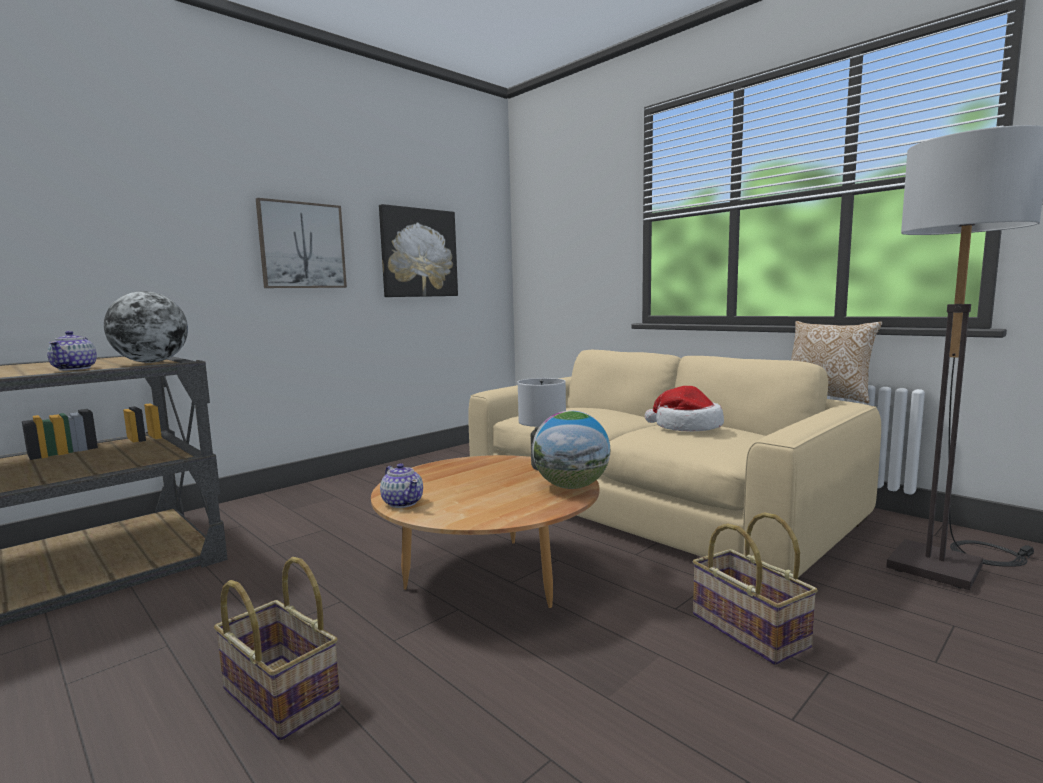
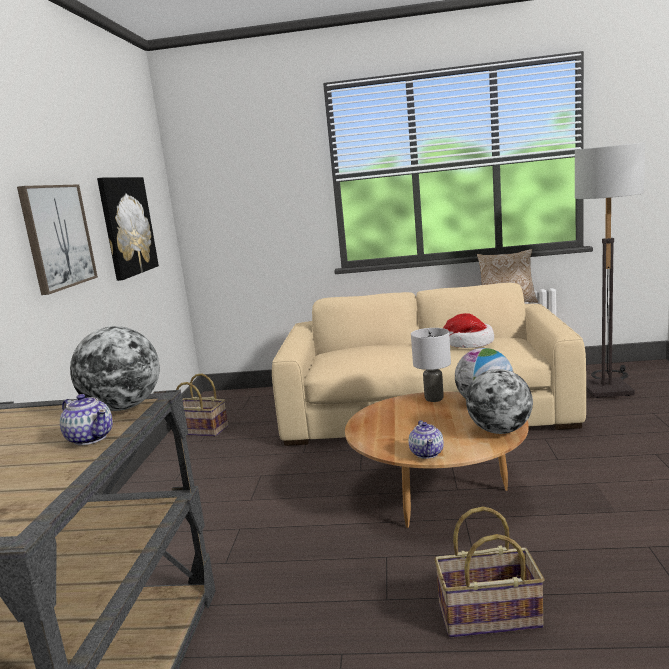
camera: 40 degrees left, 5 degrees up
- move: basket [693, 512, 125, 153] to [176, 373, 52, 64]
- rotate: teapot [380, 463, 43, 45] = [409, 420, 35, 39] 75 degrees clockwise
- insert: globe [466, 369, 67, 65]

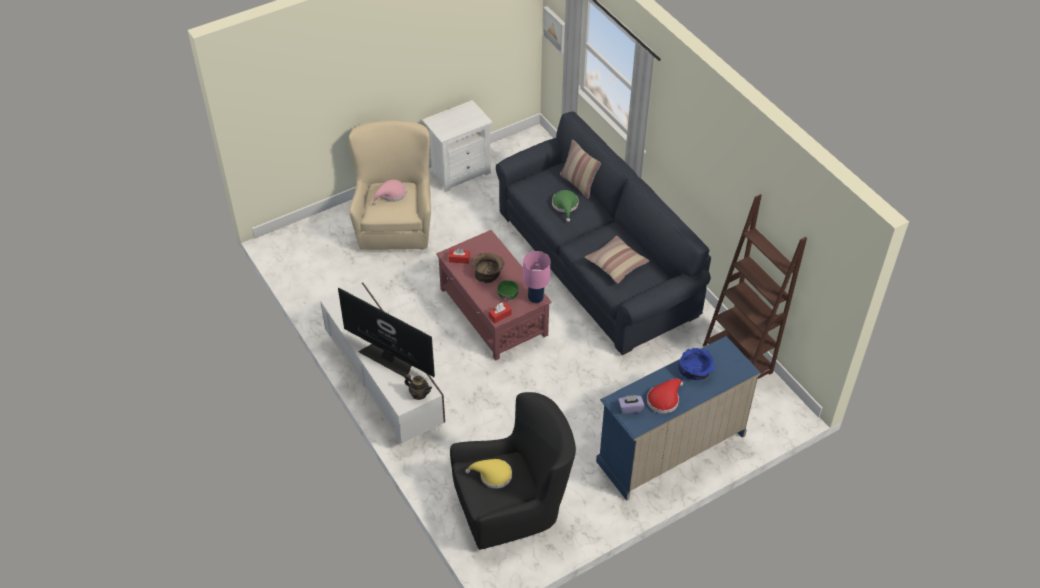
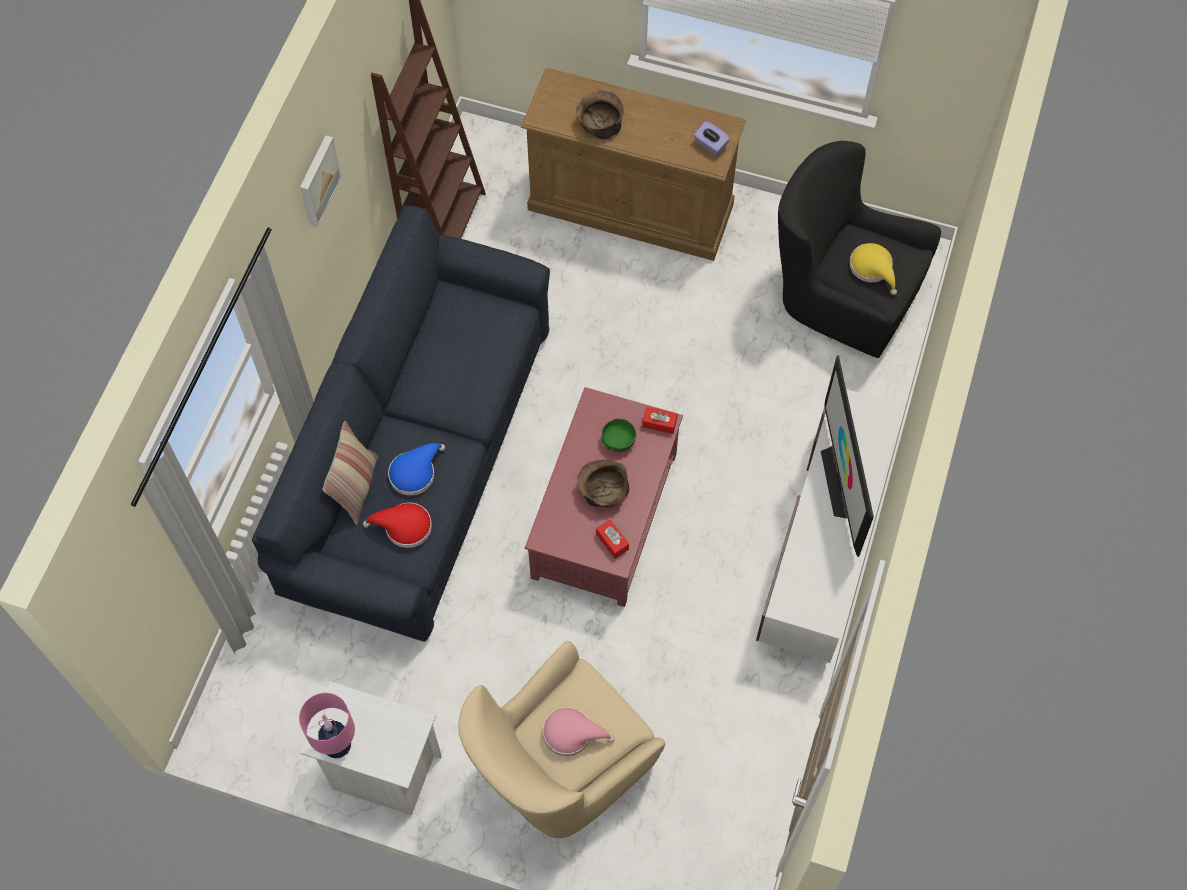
camera: 130 degrees left, 15 degrees up
- move: pink_table_lamp [523, 251, 28, 52] to [299, 693, 56, 65]
- move: picture [543, 6, 22, 48] to [300, 135, 42, 92]
- move: red_hat [647, 378, 36, 36] to [363, 503, 69, 45]
- recolor: green_hat [552, 190, 27, 32] to blue_hat [388, 443, 57, 53]
- recolor: blue_cabinet [596, 336, 165, 165] to brown_cabinet [521, 68, 225, 193]
- recolor: blue_bowl [679, 348, 36, 32] to brown_bowl [576, 90, 48, 49]
- delete: teapot [405, 374, 27, 26]
- delete: pillow [585, 236, 65, 47]

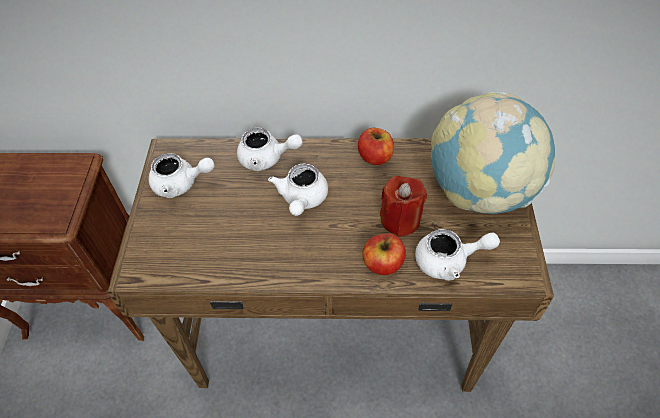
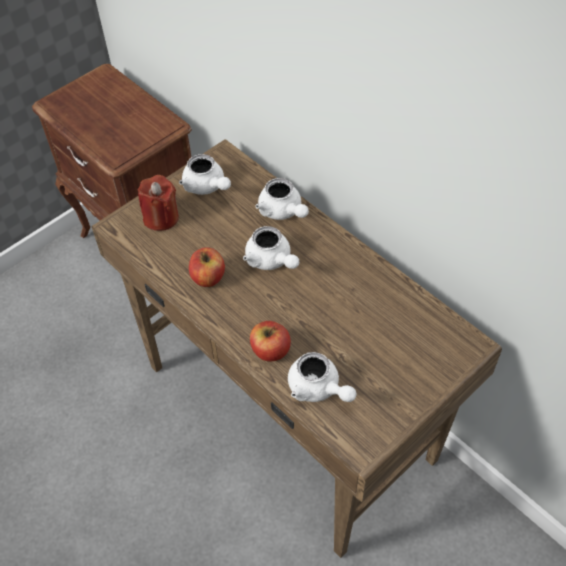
camera: 45 degrees right, 0 degrees up
- move: red_candle [380, 176, 47, 61] to [138, 175, 41, 56]
- move: apple [358, 128, 36, 37] to [189, 247, 36, 40]
- rotate: white_teapot [268, 164, 60, 52] = [243, 226, 56, 44] 90 degrees counterclockwise
- delete: globe [431, 92, 124, 122]

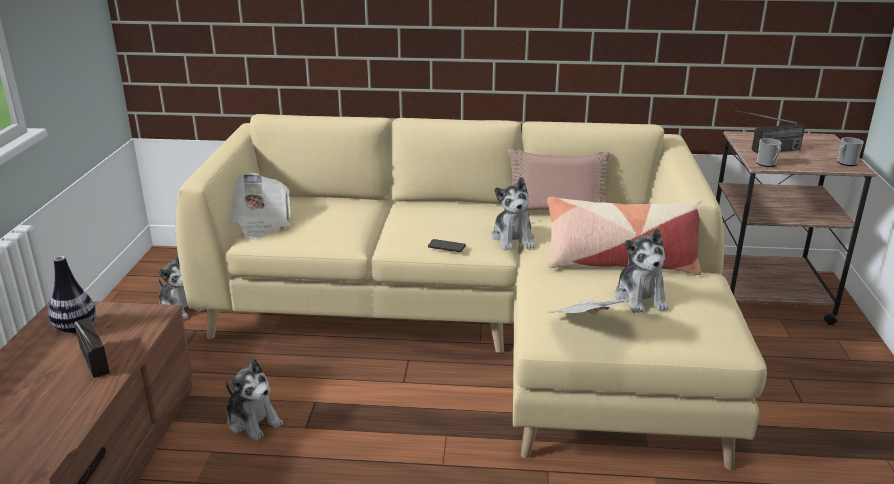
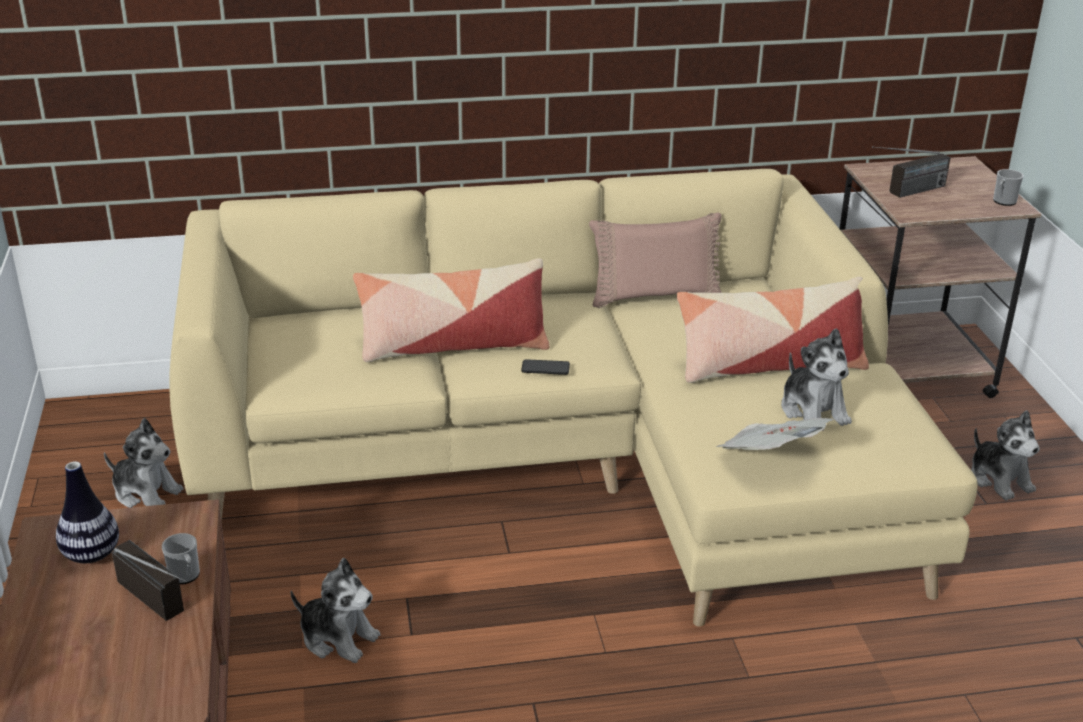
camera: 15 degrees left, 5 degrees up
- move: mug [757, 138, 24, 29] to [162, 533, 38, 51]
- insert: pillow [353, 258, 196, 104]
- move: plush_toy [492, 177, 42, 73] to [971, 410, 69, 91]
- delete: newspaper [230, 173, 61, 67]

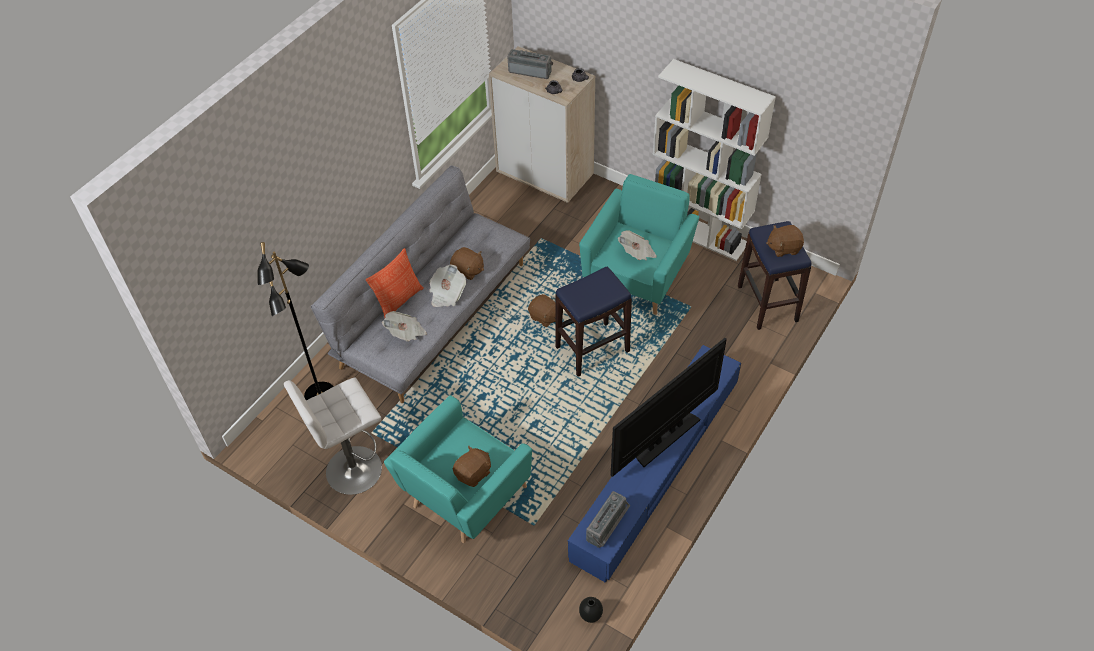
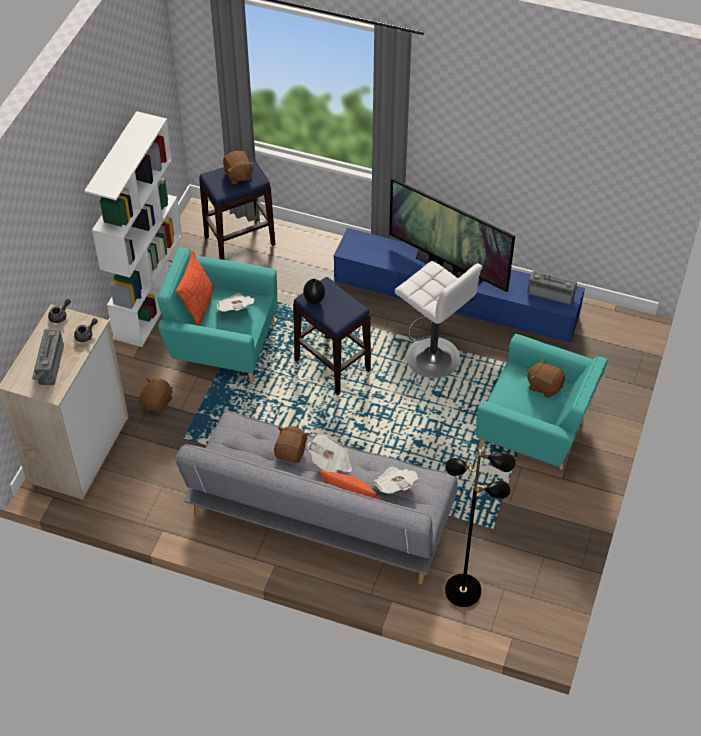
camera: 105 degrees left, 0 degrees up
- move: brown_plush_toy [528, 294, 27, 33] to [139, 378, 34, 35]
- insert: orange_pillow [176, 251, 39, 75]
- move: black_vase [579, 597, 24, 26] to [303, 278, 22, 26]
- move: white_stool [284, 377, 98, 118] to [395, 261, 87, 117]

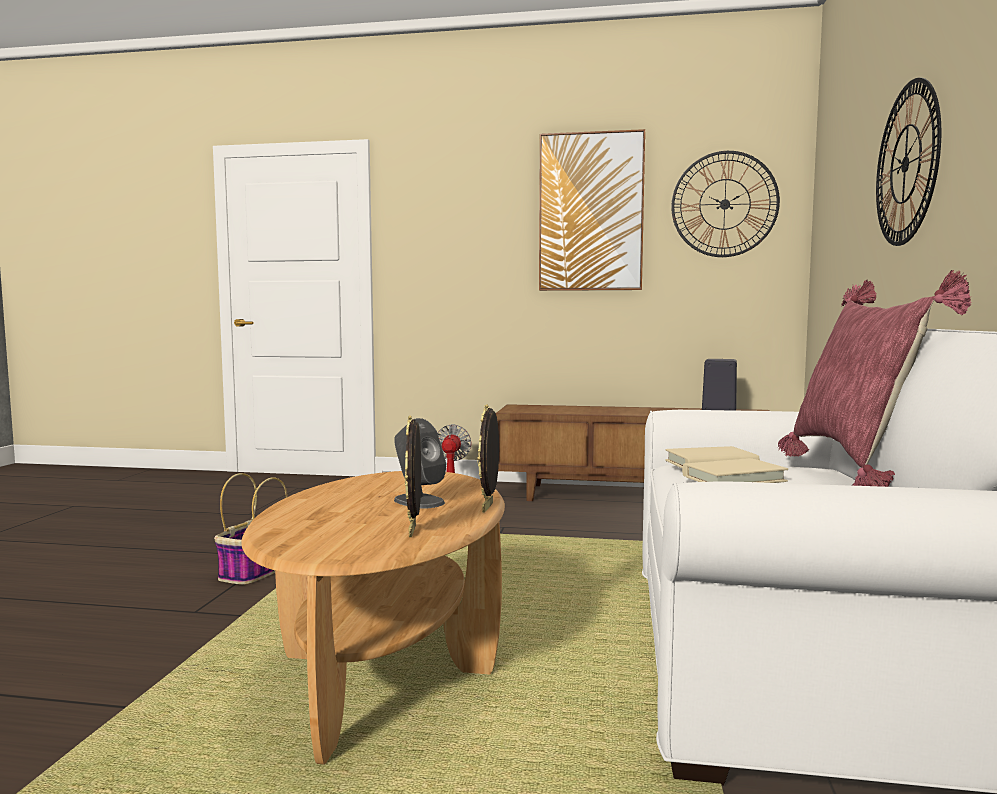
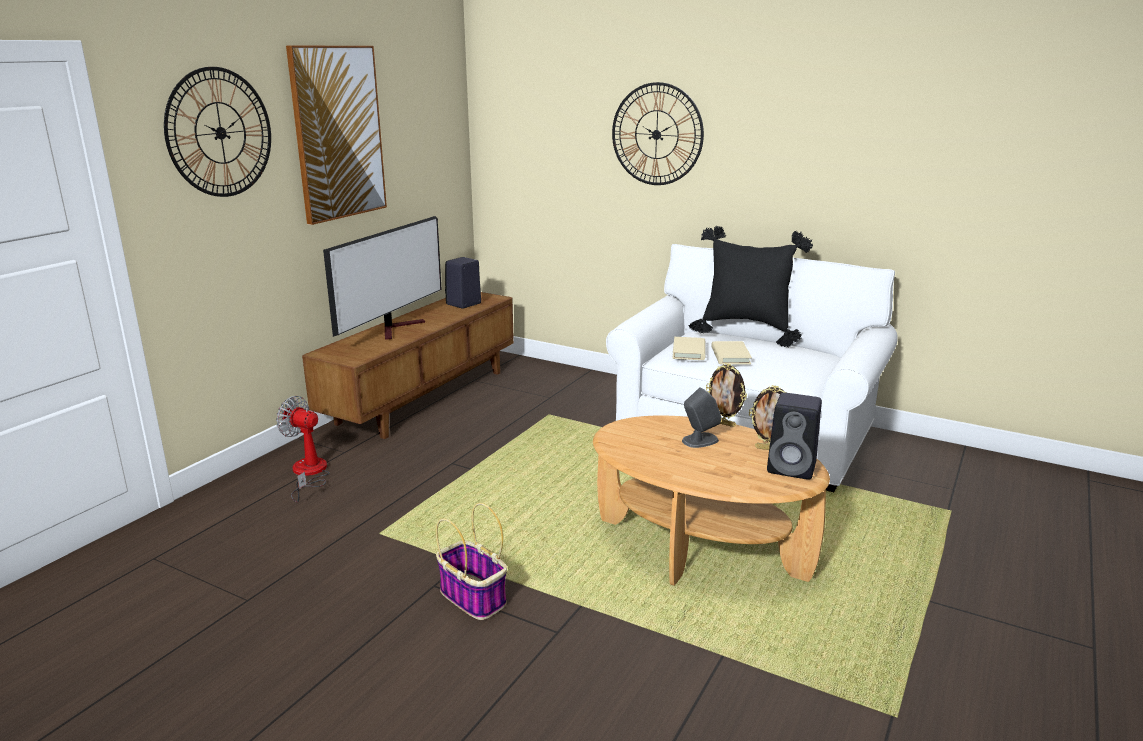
camera: 70 degrees left, 15 degrees up
- move: wall_clock [671, 151, 109, 106] to [164, 67, 107, 130]
- insert: television [323, 216, 119, 124]
- recolor: red_pillow [778, 270, 194, 217] to black_pillow [688, 226, 125, 122]
- insert: black_speaker [767, 392, 55, 88]

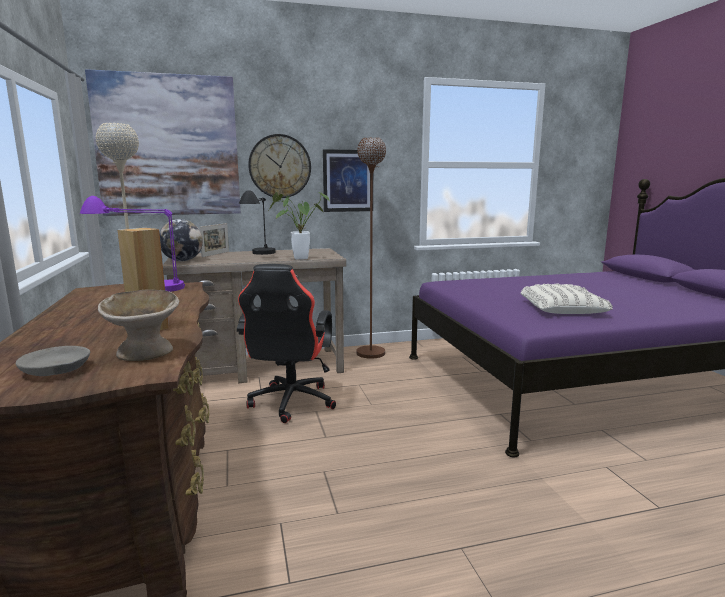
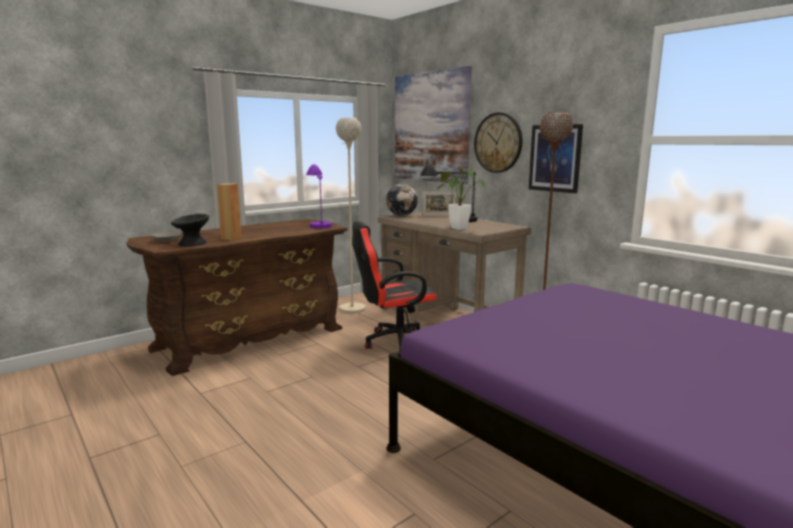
camera: 65 degrees right, 0 degrees up
- recolor: beige_bowl [98, 290, 81, 71] to black_bowl [171, 214, 38, 32]
- delete: beige_pillow [521, 283, 92, 31]

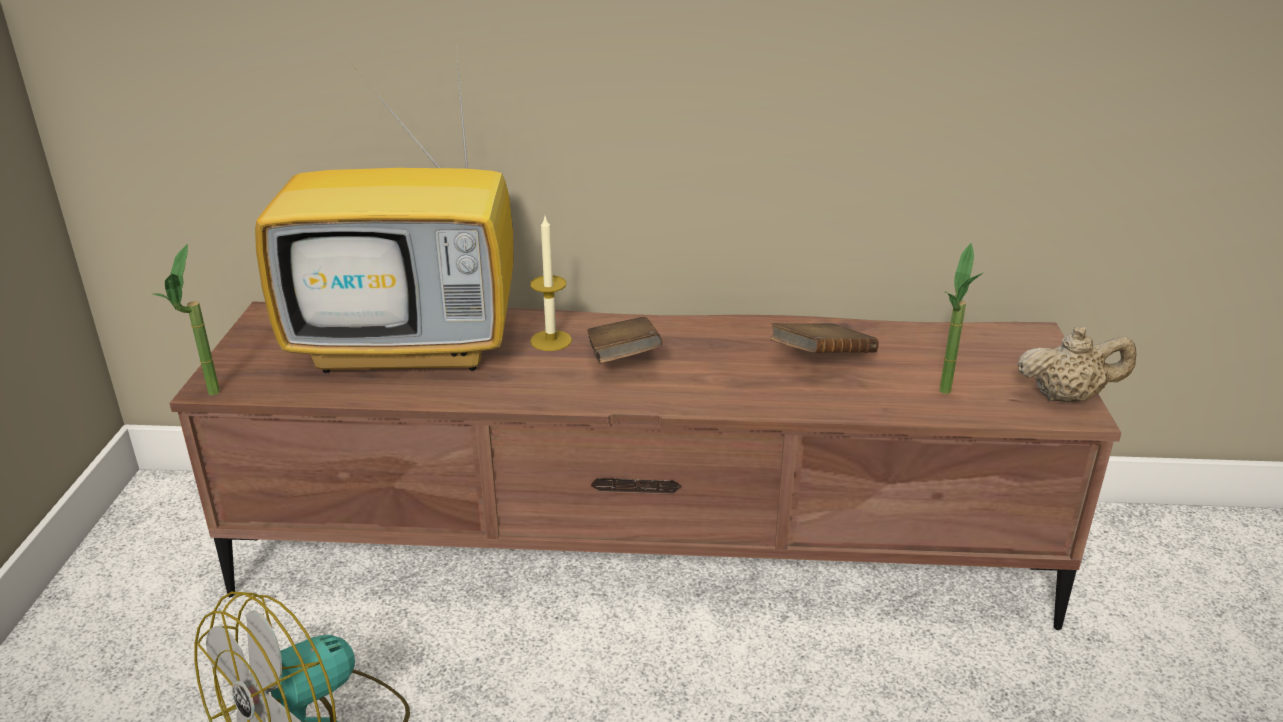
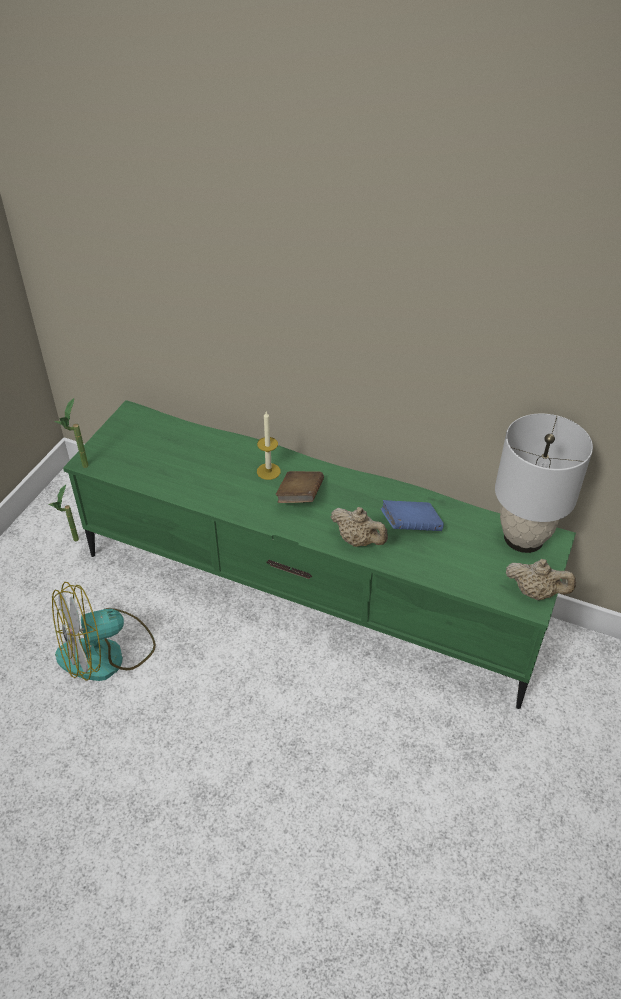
camera: 20 degrees right, 15 degrees up
- move: potted_plant [939, 243, 45, 151] to [48, 485, 31, 57]
- recolor: brown_tv_stand [169, 302, 952, 328] to green_tv_stand [63, 400, 513, 309]
- insert: beige_teapot [331, 507, 57, 40]
- recolor: brown_book [770, 323, 109, 30] to blue_book [381, 500, 63, 31]
- insert: white_table_lamp [495, 414, 98, 139]
- delete: television [255, 37, 259, 336]

